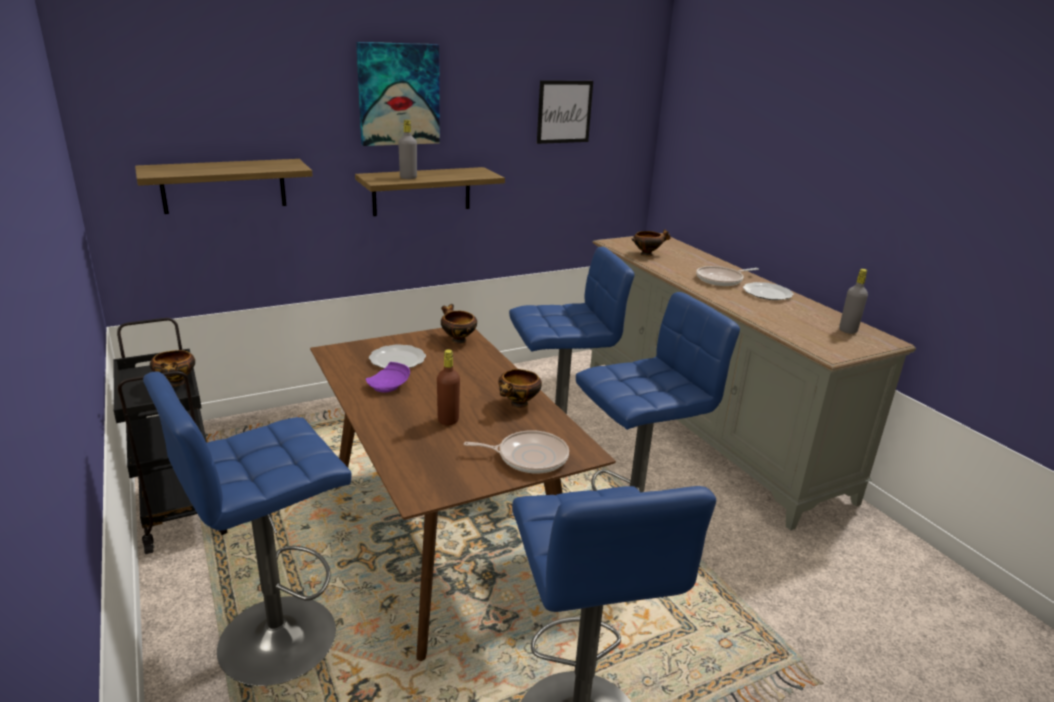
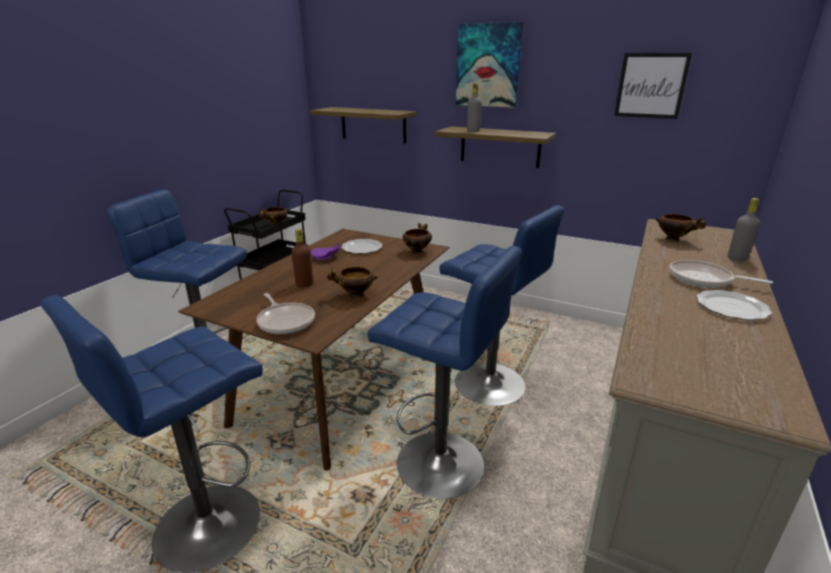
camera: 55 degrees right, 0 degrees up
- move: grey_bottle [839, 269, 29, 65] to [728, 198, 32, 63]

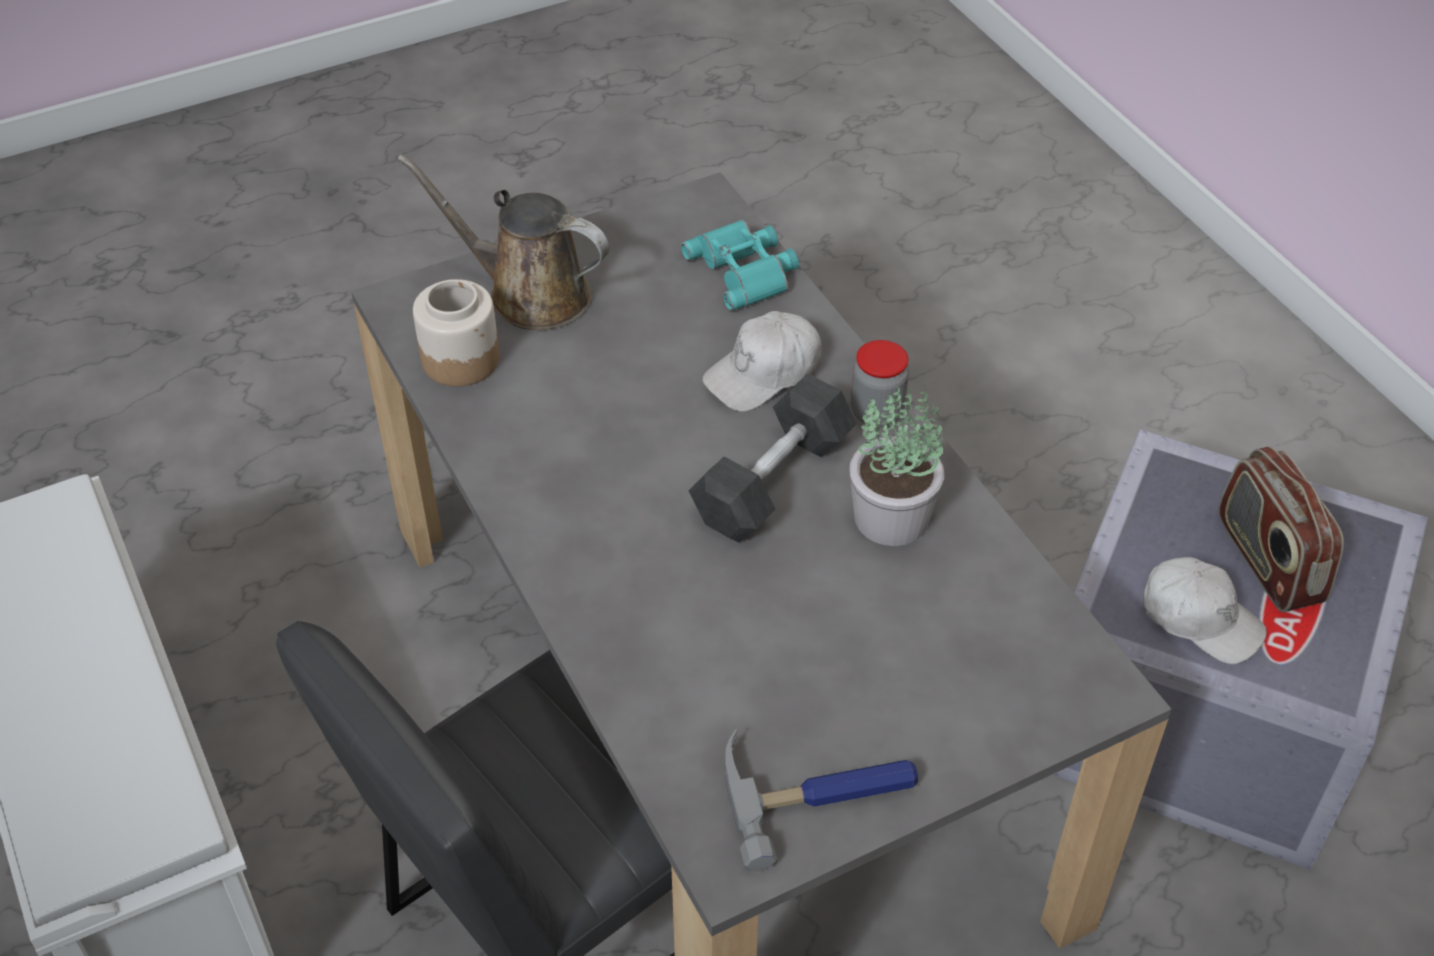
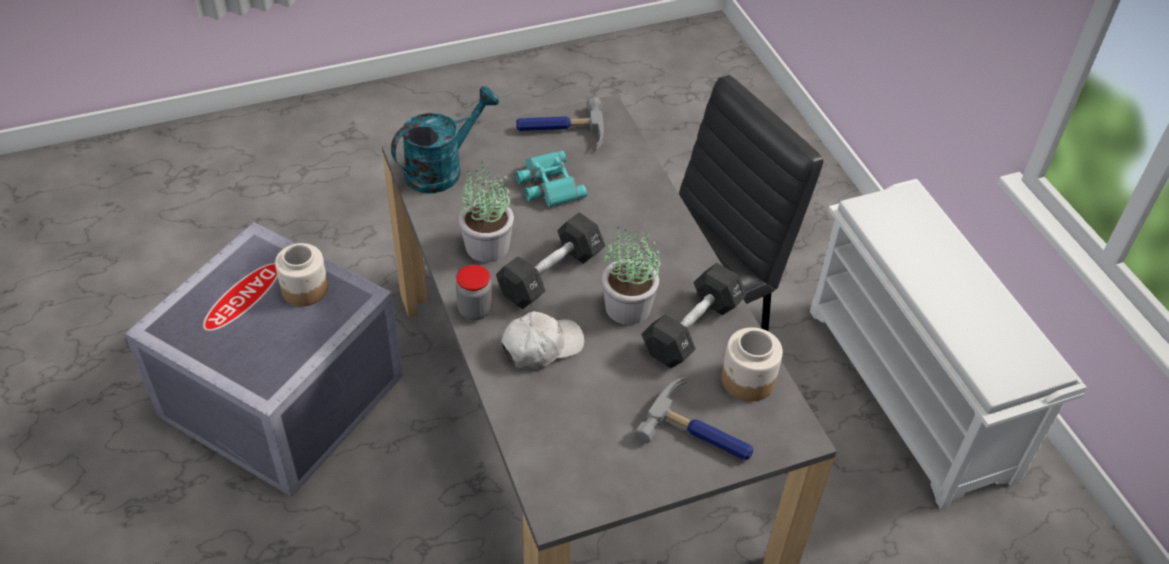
camera: 175 degrees left, 0 degrees up
- replace: white_cap [1144, 557, 123, 107] to jar [275, 243, 53, 63]
- insert: turquoise_watering_can [391, 86, 108, 107]
- move: turquoise_binoculars [681, 220, 118, 91] to [515, 150, 72, 57]
- insert: potted_plant [602, 226, 59, 99]
- replace: brown_watering_can [397, 154, 213, 176] to hammer [634, 377, 120, 83]
- insert: black_dumbbell [641, 263, 105, 105]
- delete: radio [1218, 447, 126, 165]

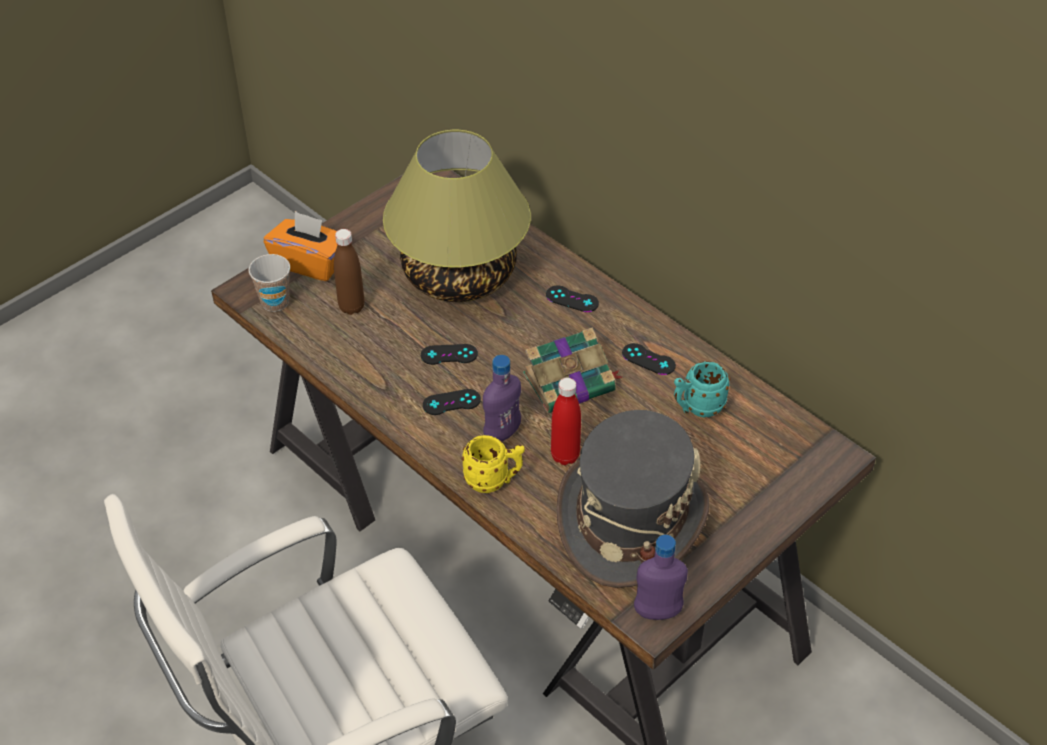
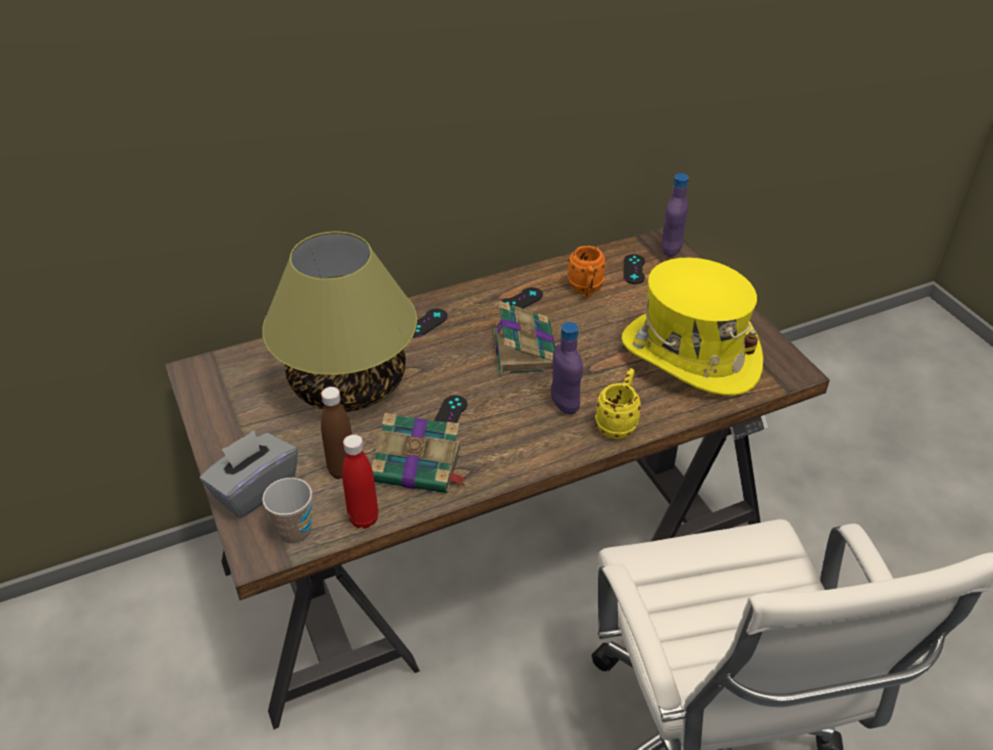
camera: 70 degrees left, 5 degrees down
- recolor: orange_tissue_box [264, 211, 73, 70] to grey_tissue_box [200, 430, 98, 88]
- move: red_bottle [551, 378, 30, 87] to [342, 434, 36, 95]
- insert: book [372, 413, 95, 80]
- recolor: turquoise_mug [674, 361, 56, 56] to orange_mug [568, 246, 38, 52]
- recolor: grey_hat [556, 410, 154, 178] to yellow_hat [622, 258, 141, 137]
- move: black_game_controller [423, 389, 58, 26] to [623, 254, 22, 30]
- move: purple_bottle [634, 535, 54, 85] to [662, 173, 27, 84]

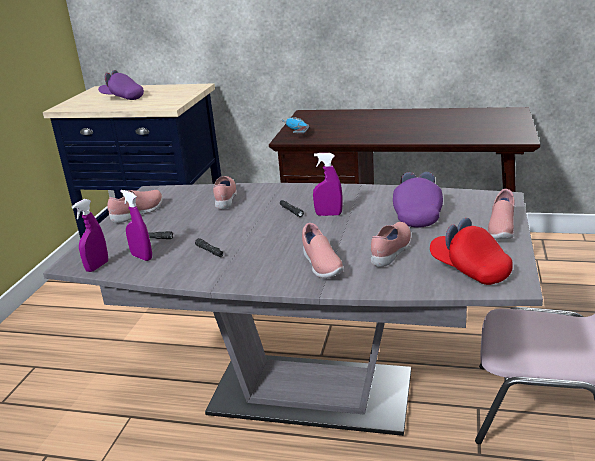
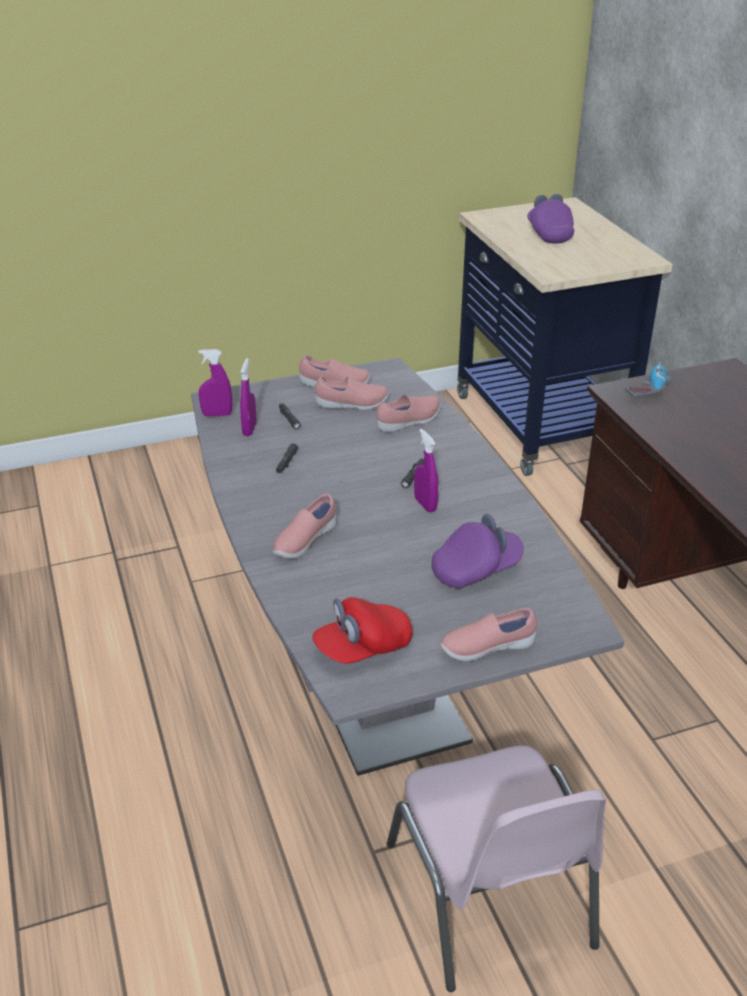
camera: 55 degrees right, 10 degrees up
- rotate: red_cap [430, 218, 83, 67] = [312, 597, 100, 67] 135 degrees counterclockwise
- move: pink_shoe [371, 222, 40, 45] to [315, 376, 74, 34]

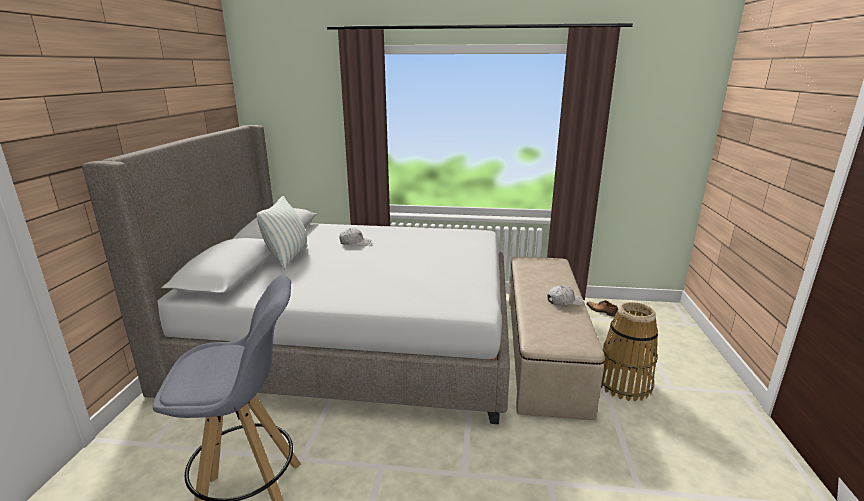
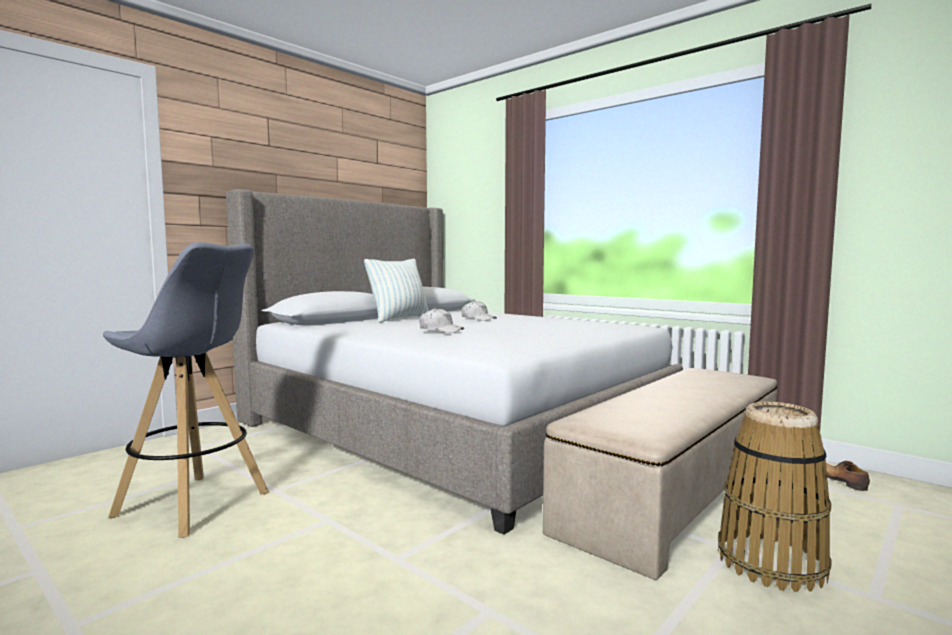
camera: 35 degrees right, 15 degrees down
- move: white_cap [547, 285, 36, 20] to [419, 308, 45, 25]

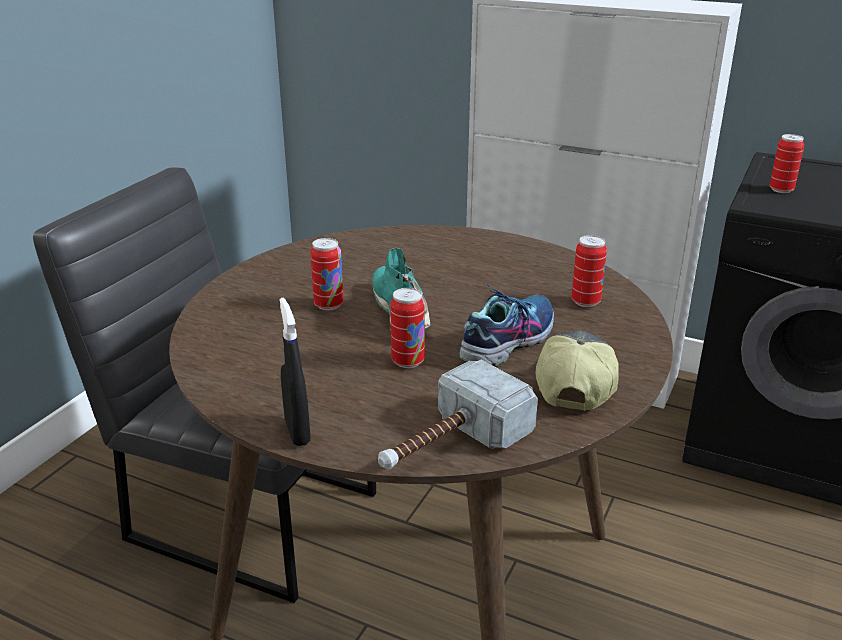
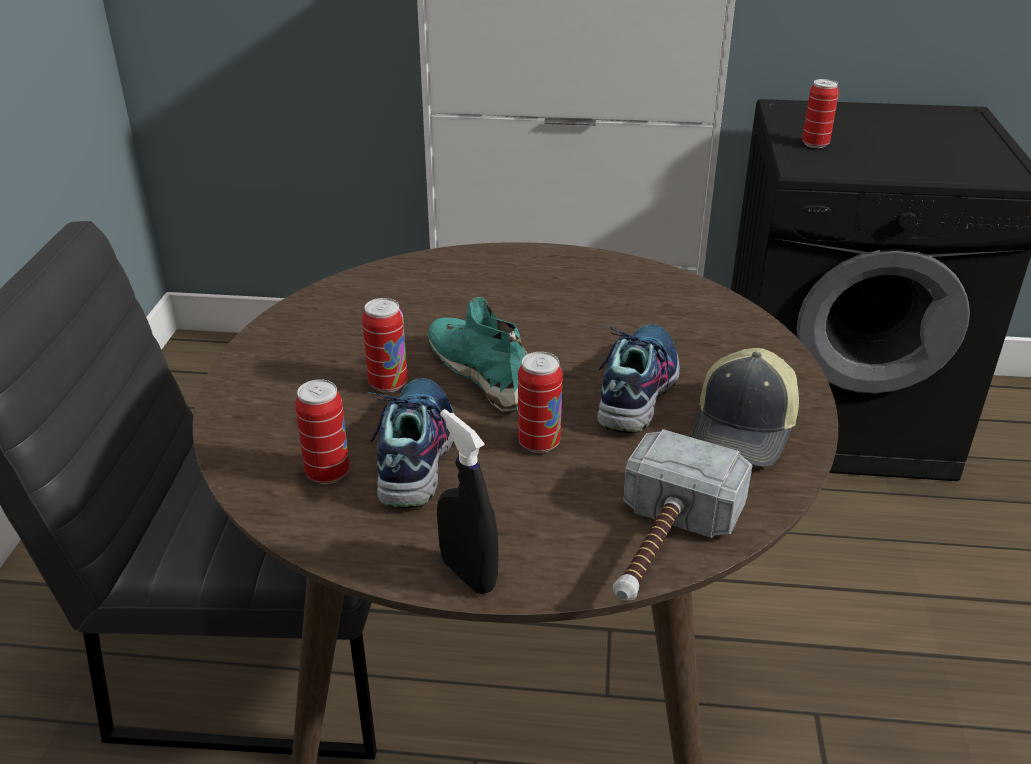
camera: 20 degrees left, 5 degrees up
- move: can [571, 235, 36, 72] to [295, 379, 55, 105]
- insert: shoe [368, 378, 87, 130]
- rotate: cap [536, 330, 83, 81] = [691, 348, 108, 119] 150 degrees counterclockwise

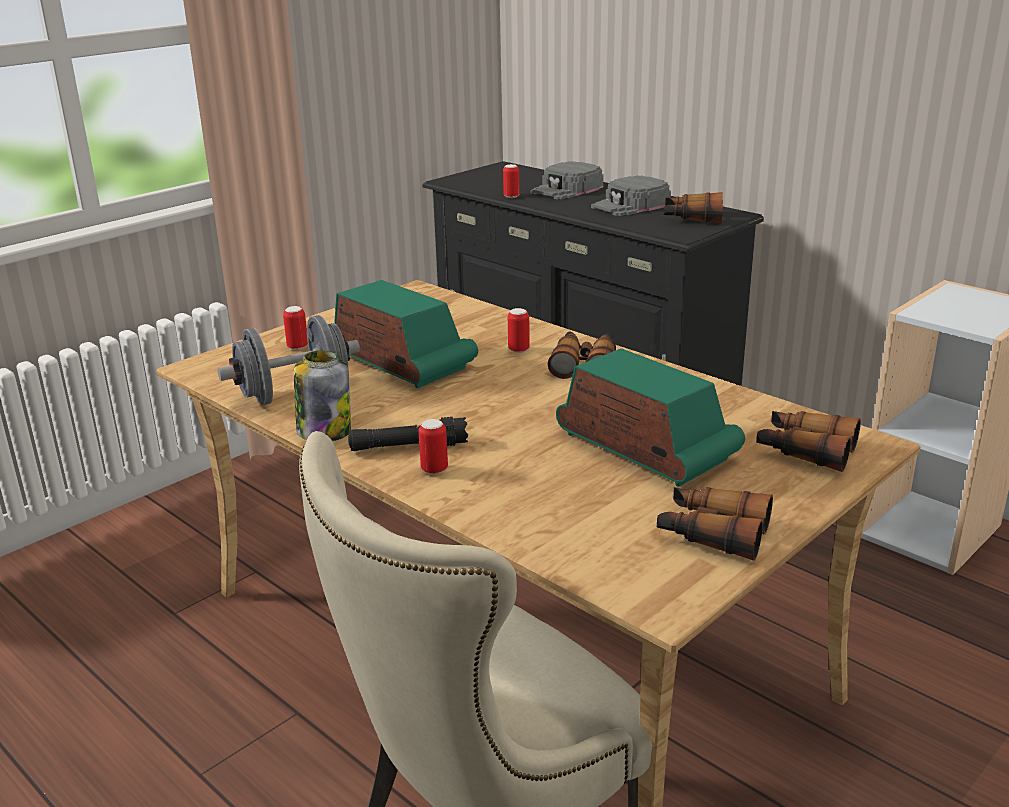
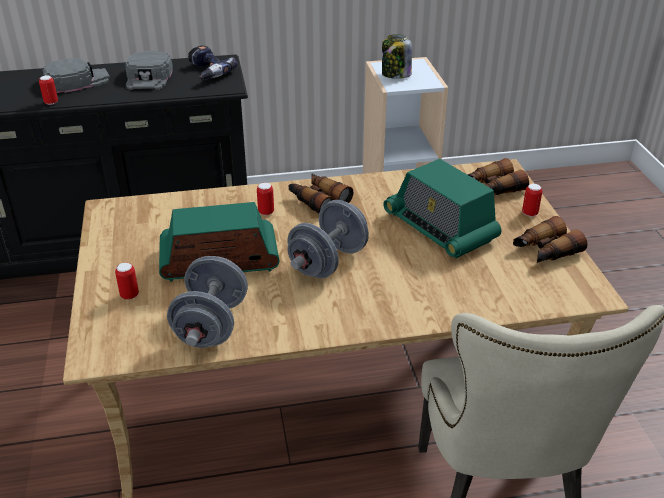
camera: 55 degrees left, 10 degrees up
- rotate: grey_cap [531, 161, 73, 39] = [42, 58, 68, 35] 105 degrees counterclockwise
- replace: binoculars [664, 192, 59, 31] to power_drill [188, 45, 49, 35]
- insert: grey_dumbbell [287, 200, 82, 78]
- move: jar [294, 351, 57, 90] to [382, 34, 30, 45]
- rotate: radio [556, 349, 189, 138] = [383, 159, 118, 99] 120 degrees counterclockwise
- move: can [419, 419, 29, 55] to [522, 184, 20, 33]
- delete: black_flashlight [348, 417, 120, 34]

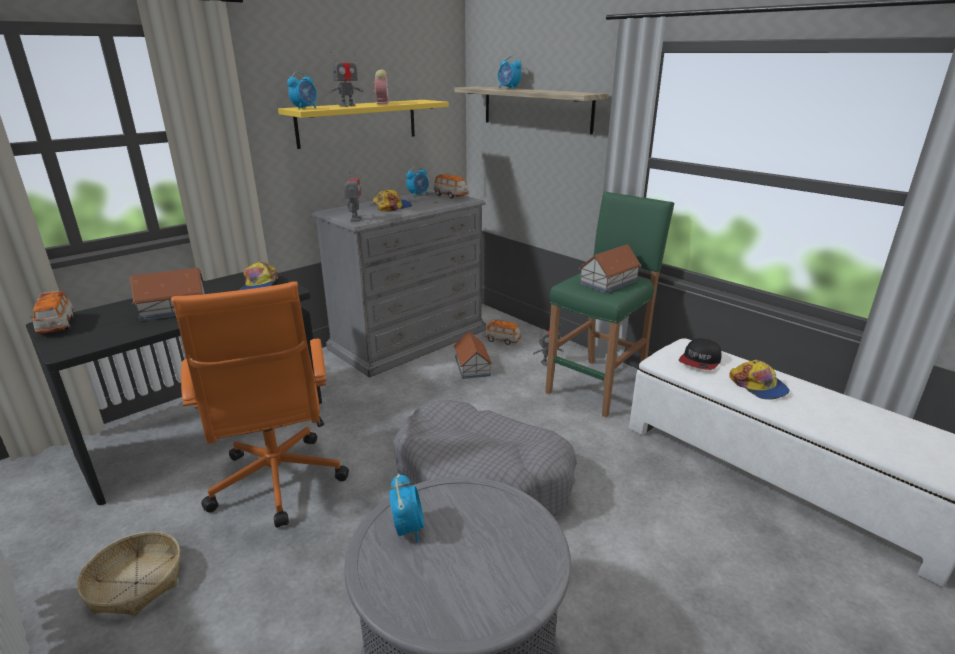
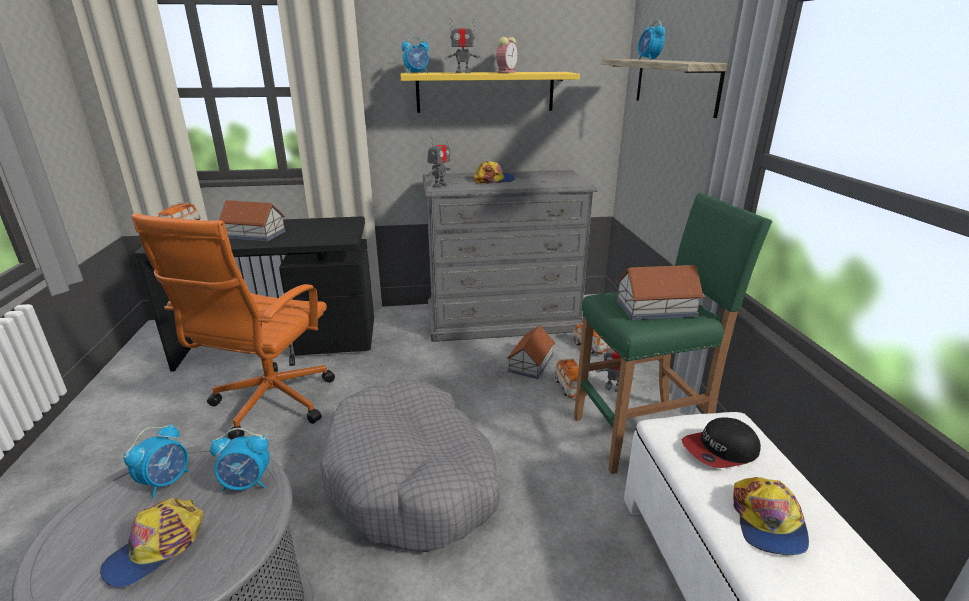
camera: 35 degrees right, 0 degrees up
- move: cap [240, 262, 38, 28] to [100, 498, 104, 89]
- move: alarm_clock [406, 166, 23, 31] to [210, 428, 60, 64]
- move: toy_car [433, 173, 36, 26] to [554, 358, 34, 40]
- delete: basket [77, 532, 103, 83]

